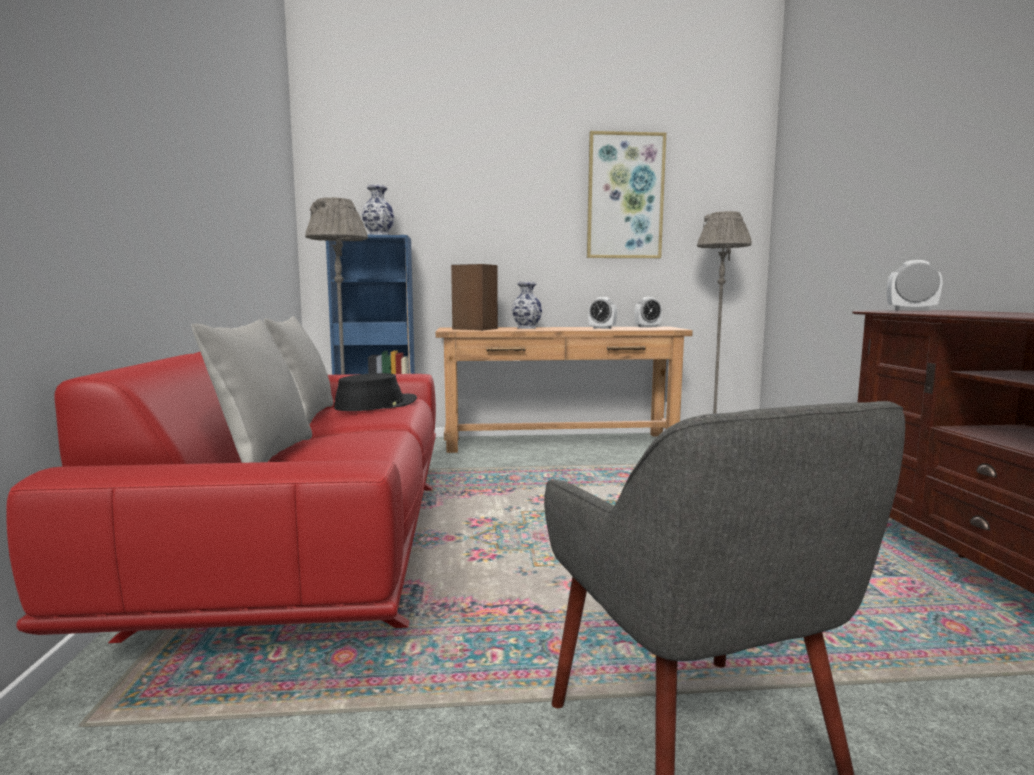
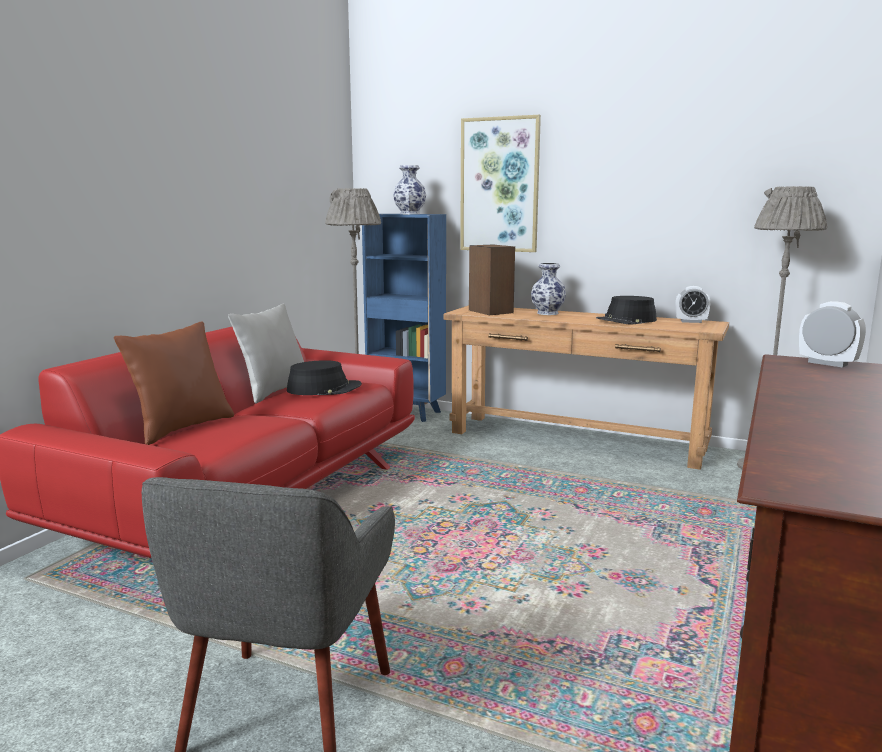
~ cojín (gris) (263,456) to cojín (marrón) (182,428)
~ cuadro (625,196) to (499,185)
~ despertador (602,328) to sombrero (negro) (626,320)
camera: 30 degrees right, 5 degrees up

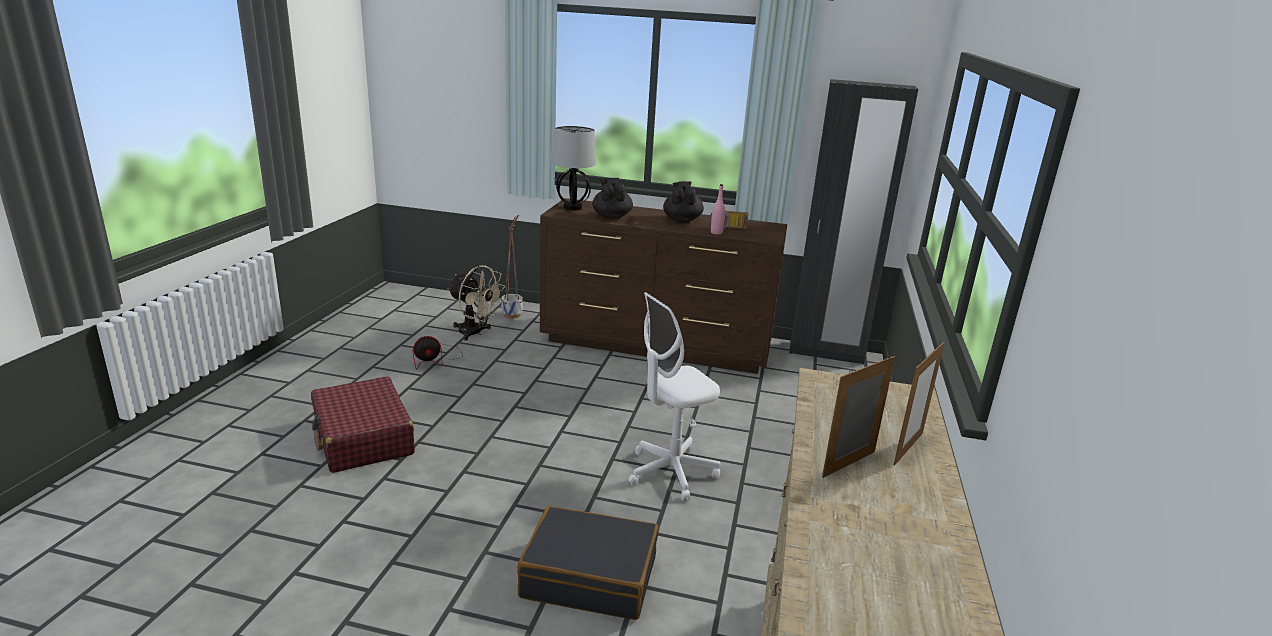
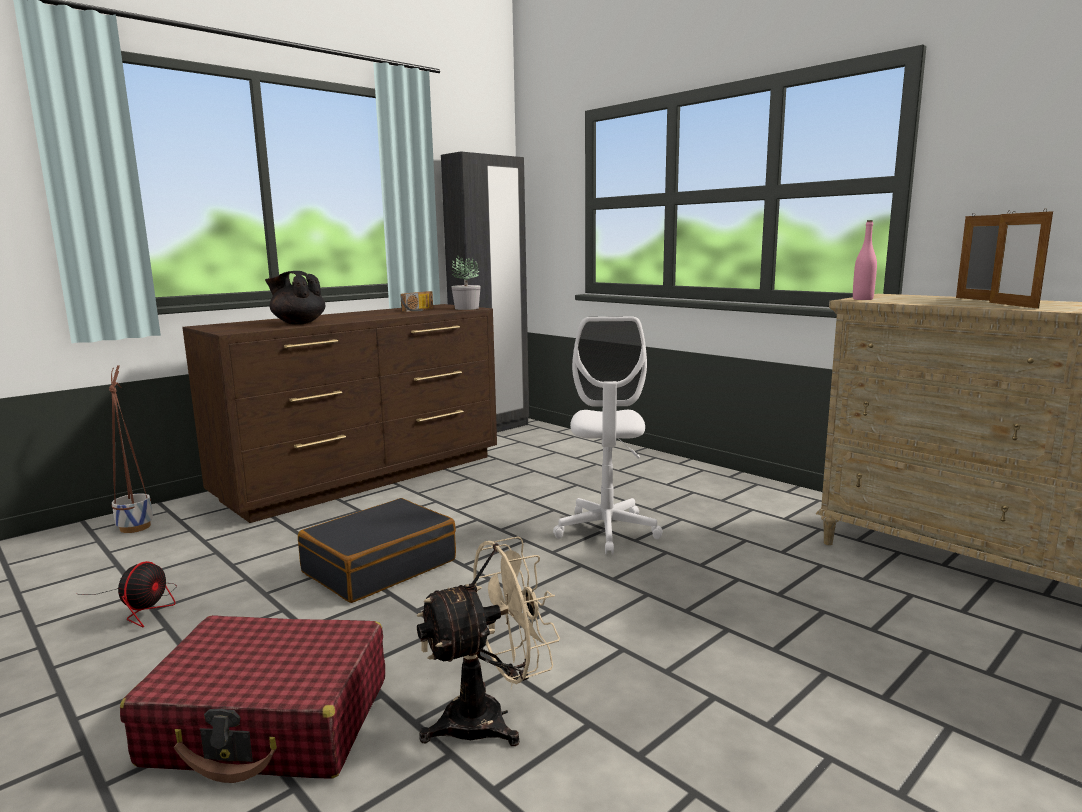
~ ventilador (beis) (475,333) to (490,718)
~ maleta (negro) (589,576) to (379,566)
- lámpara de mesa (572,208)
- tetera (negro) (682,220)
~ botella (rosa) (716,233) to (862,299)
+ planta en maceta (466,308)
camera: 55 degrees left, 10 degrees down

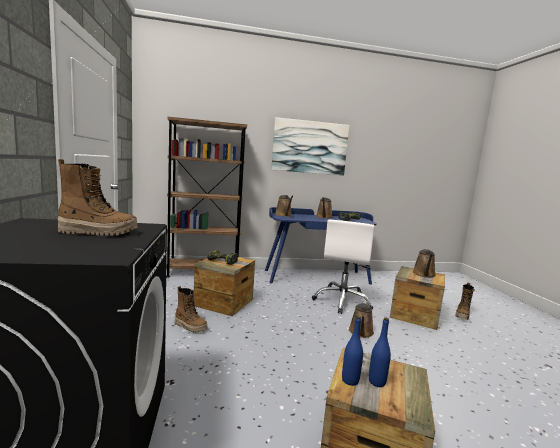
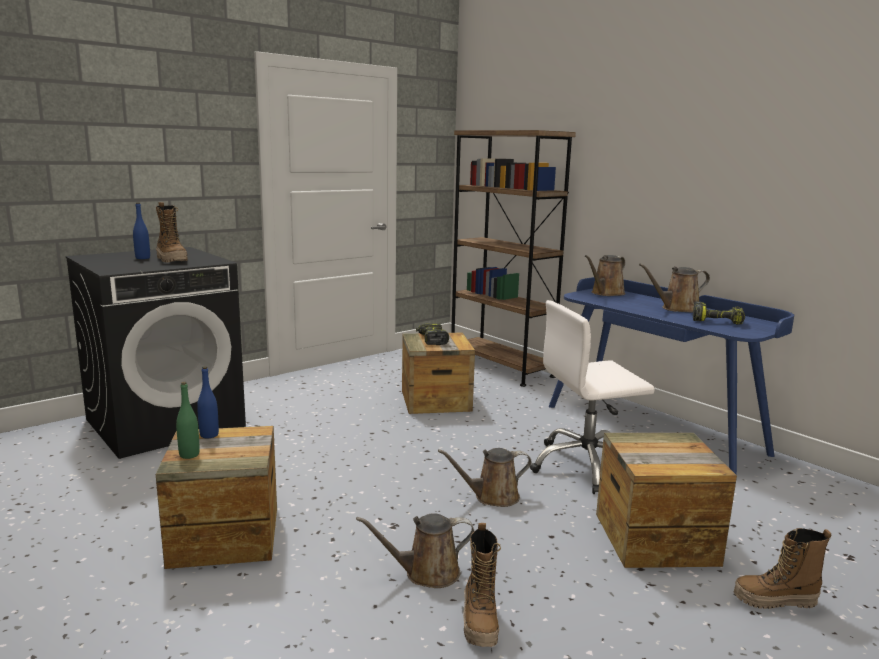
~ bota (190,326) to (480,621)
- cuadro (310,147)
~ botella (azul) (377,382) to (142,258)
~ regadera (marrón) (424,274) to (426,573)
+ botella (verde) (189,455)
camera: 60 degrees right, 5 degrees up

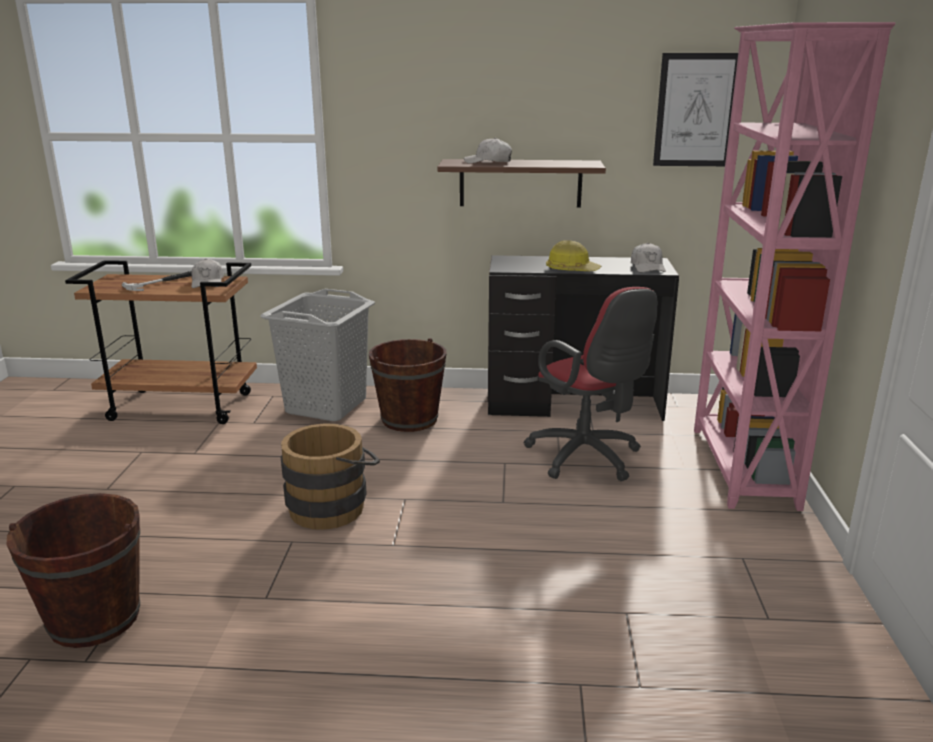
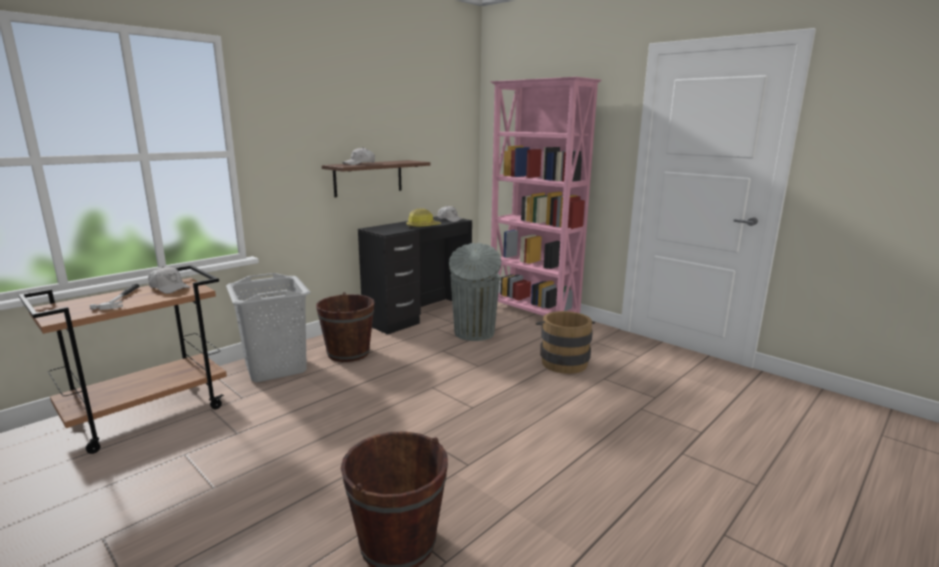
~ cubo (marrón) (333,506) to (563,361)
~ silla de oficina (rojo) (588,459) to papelera (gris) (474,333)
- cuadro (696,110)
camera: 50 degrees left, 5 degrees down

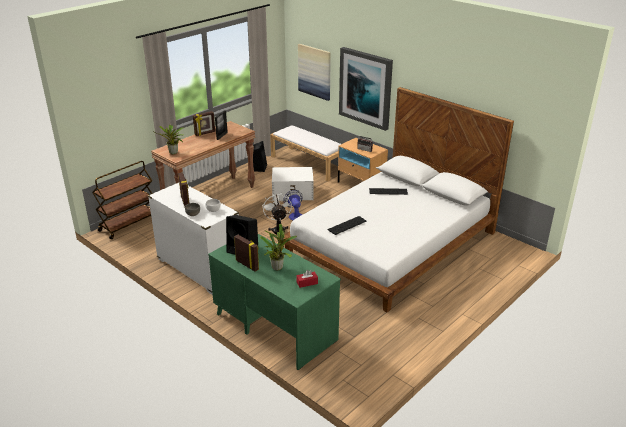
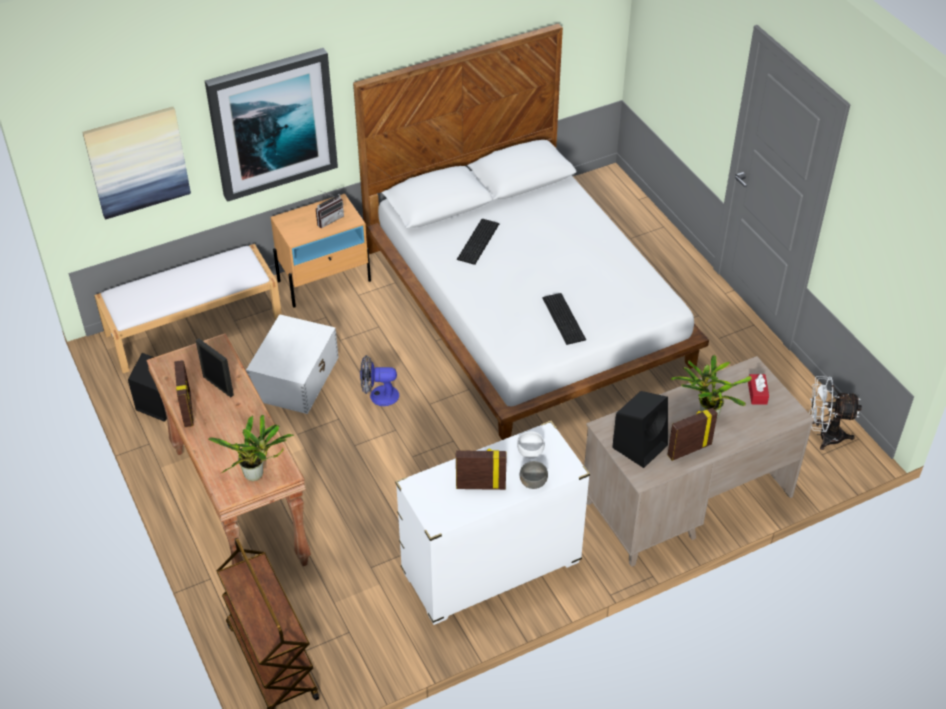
~ escritorio (verde) (274,326) to escritorio (beis) (686,501)
~ ventilador (blanco) (278,229) to (824,435)
camera: 70 degrees left, 15 degrees up

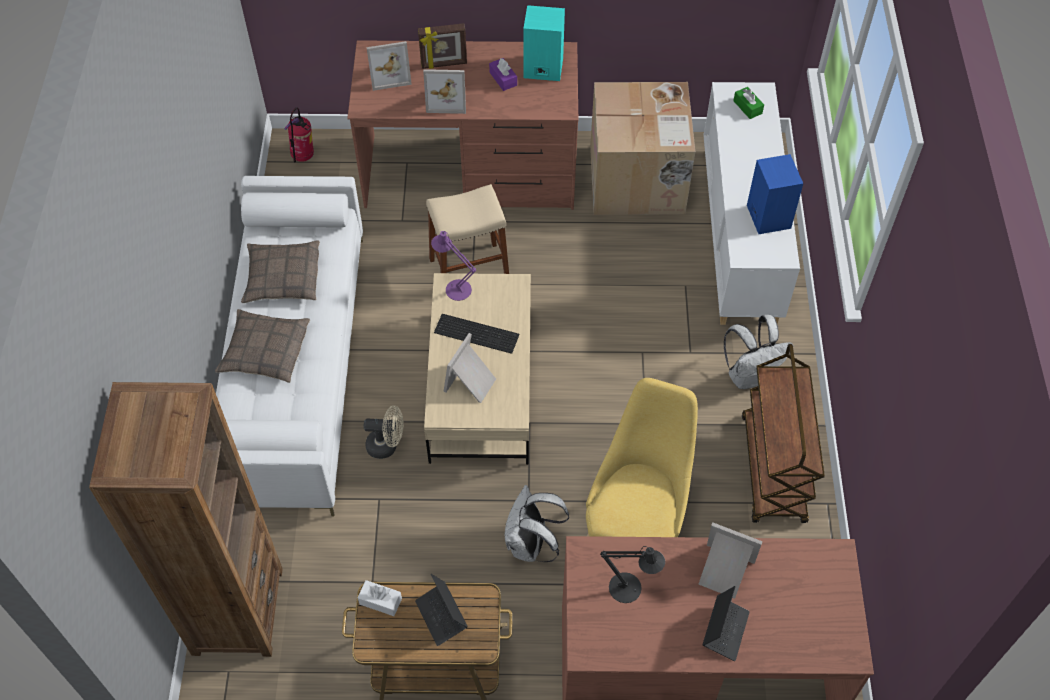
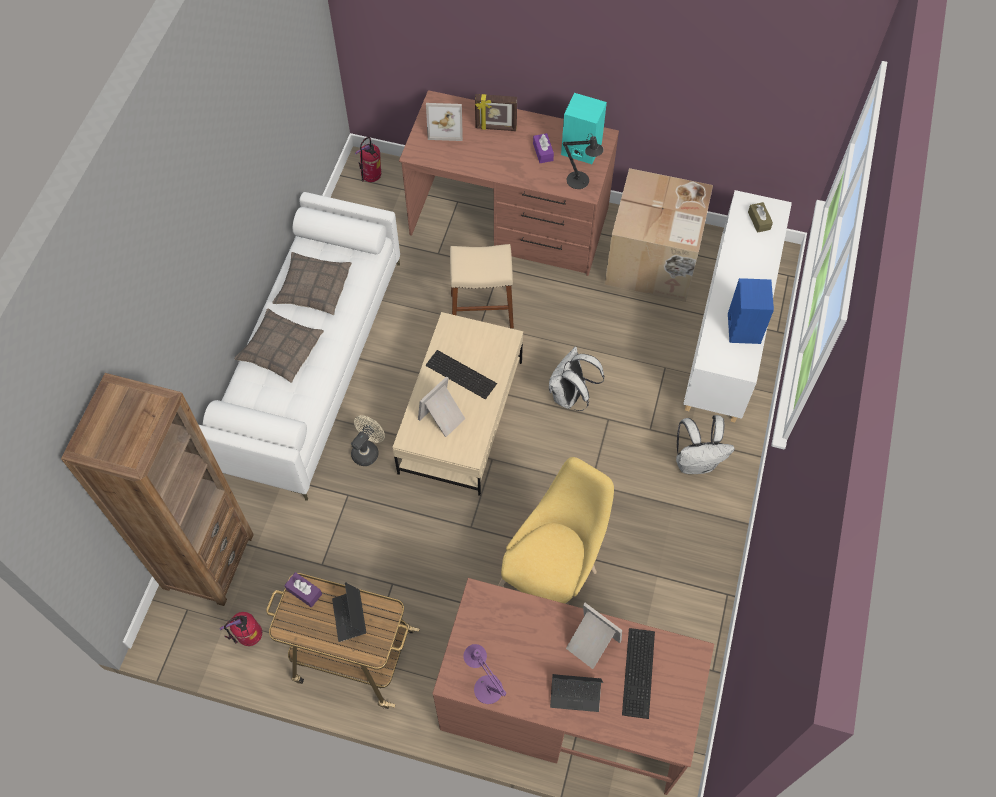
~ caja de pañuelos (blanco) (380,601) to caja de pañuelos (morado) (304,592)
~ ventilador (beis) (387,445) = (367,450) 75 degrees counterclockwise
- portarretratos (447,99)
~ lámpara de mesa (morado) (455,288) to (485,686)
~ mochila (blanco) (531,545) to (570,396)
~ lámpara de mesa (negro) (630,589) to (580,181)
~ portátil (725,630) = (575,694) 60 degrees clockwise
~ caja de pañuelos (verde) (747,107) to caja de pañuelos (marrón) (759,221)
- carrito (marrón) (773,470)
+ extintor (250,638)
+ teclado (640,672)
camera: 15 degrees right, 5 degrees up

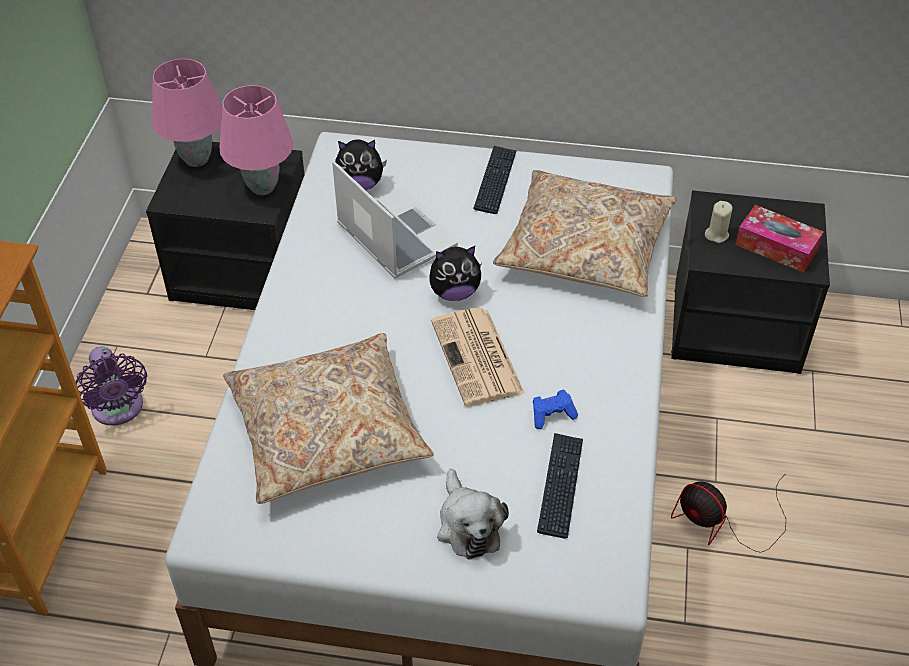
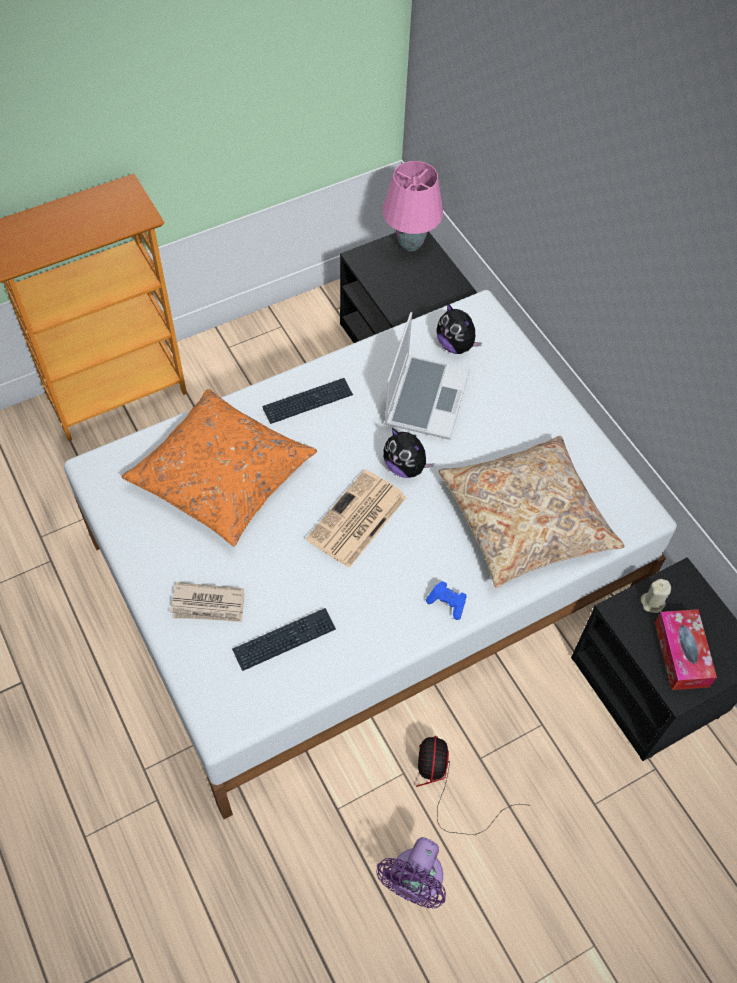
~ ventilador (morado) (118,410) to (414,881)
- lámpara de mesa (rosa) (262,187)
~ cojín (beis) (327,430) to cojín (naranja) (222,475)
~ peluche (468,525) to periódico (208,605)
~ teclado (495,180) to (308,402)
~ mando de consola (azul) (552,415) to (447,603)
camera: 50 degrees right, 10 degrees up

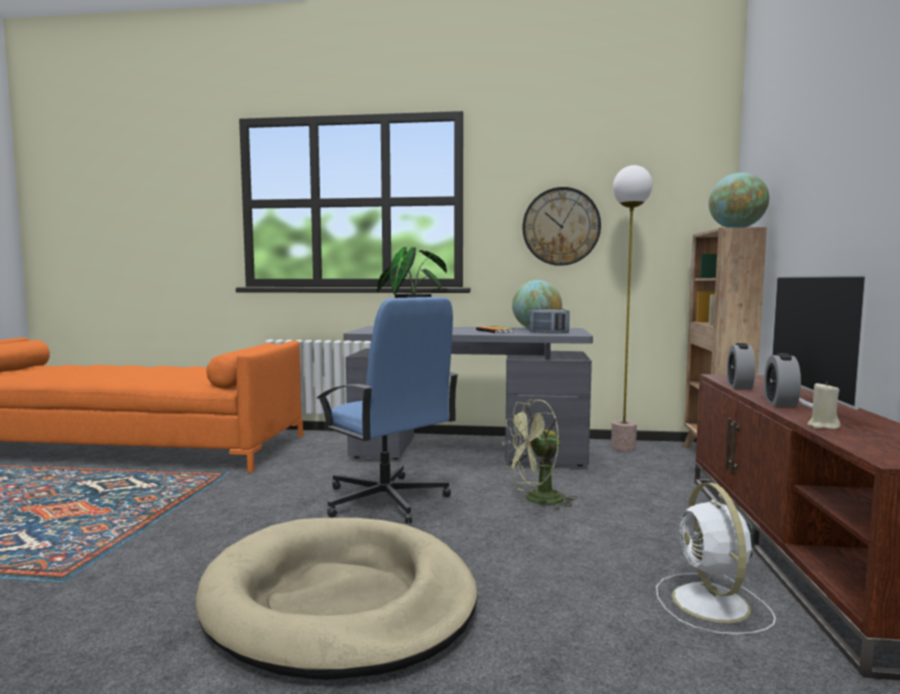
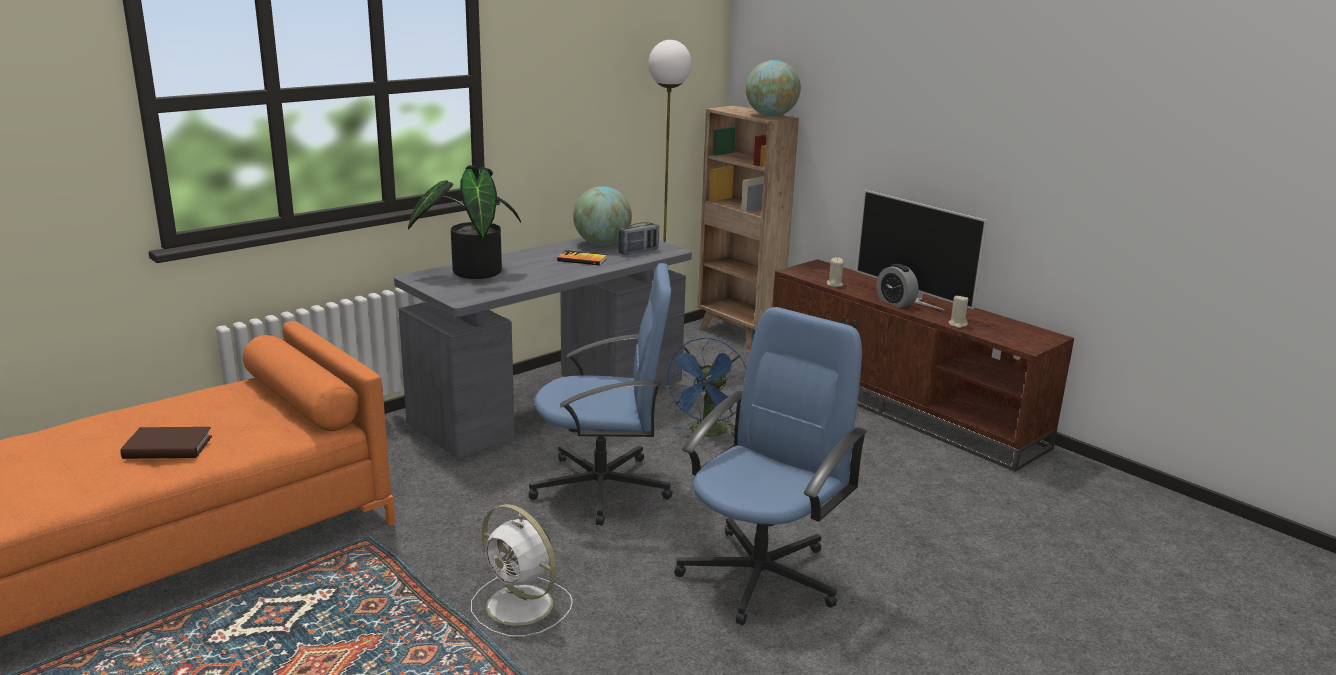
~ cama para perro (beis) (339,601) to silla de oficina (azul) (761,575)
~ ventilador (verde) (537,500) to ventilador (azul) (707,433)
- reloj de pared (561,226)
~ ventilador (blanco) (712,604) to (522,606)
~ despertador (739,386) to vela (beis) (834,284)
+ libro (marrón) (167,448)
camera: 50 degrees left, 15 degrees up

